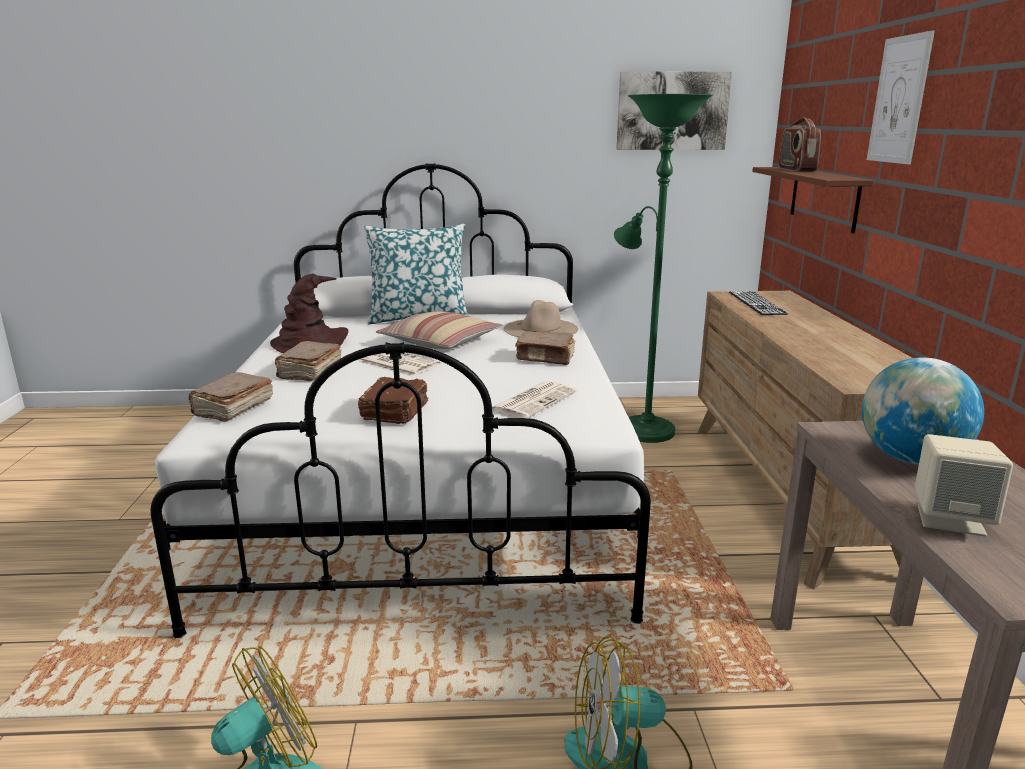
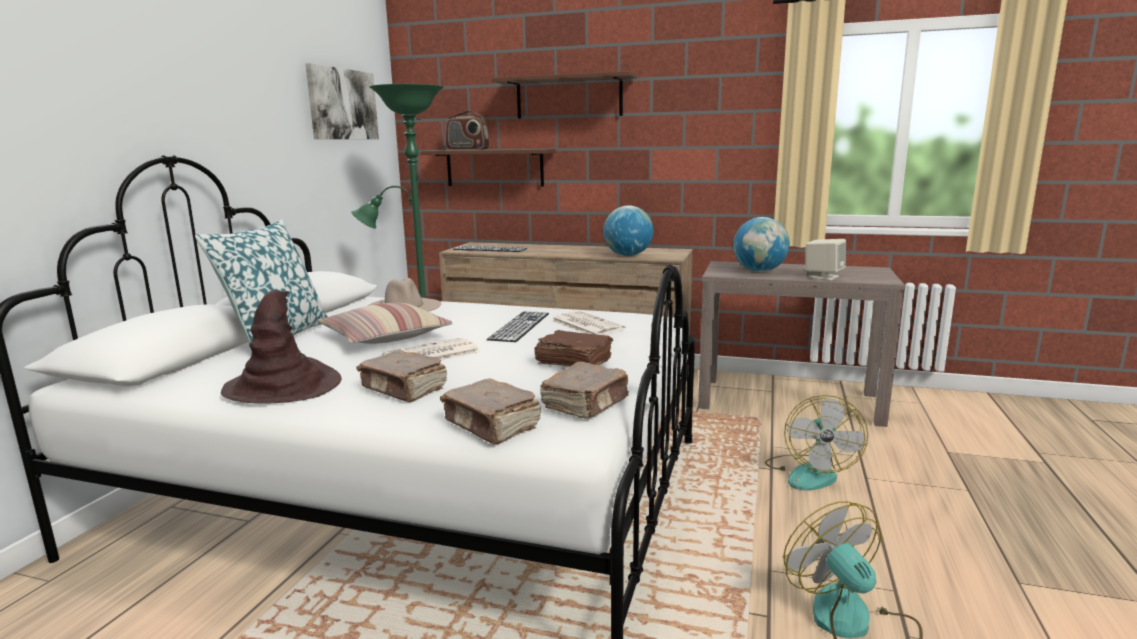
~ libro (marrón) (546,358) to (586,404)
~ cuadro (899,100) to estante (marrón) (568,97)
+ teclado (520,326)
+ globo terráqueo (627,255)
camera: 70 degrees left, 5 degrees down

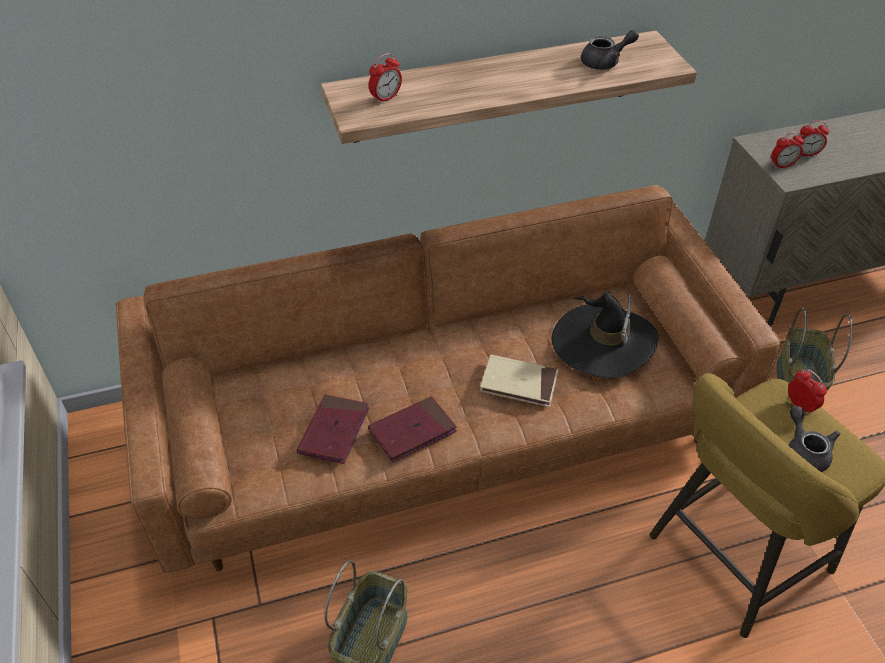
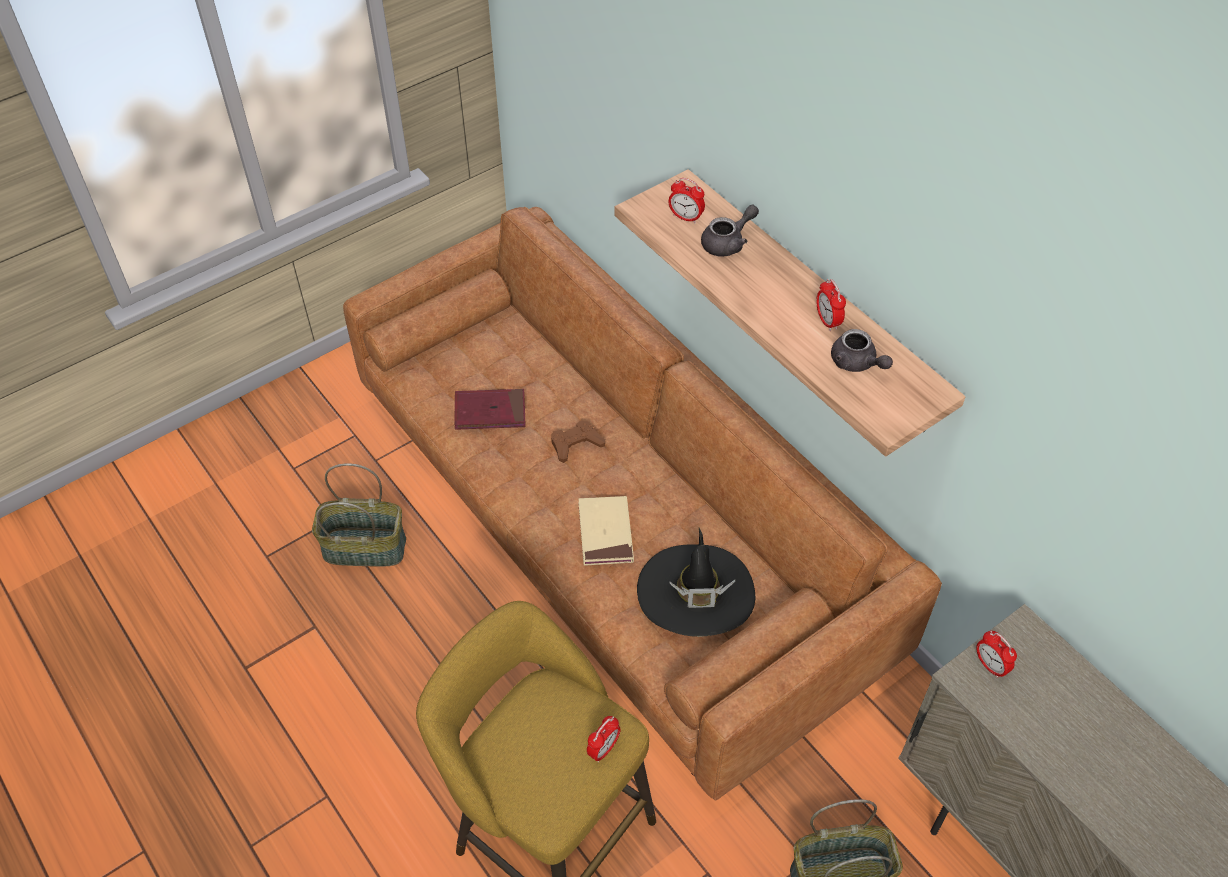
- libro (rojo) (412,431)
~ tetera (gris) (805,451) to (728,243)
~ despertador (806,154) to (827,321)
+ mando de consola (marrón) (576,444)
camera: 70 degrees right, 5 degrees up

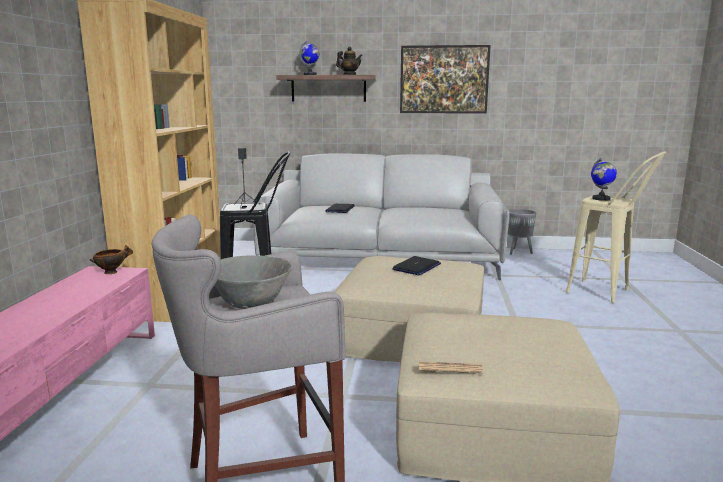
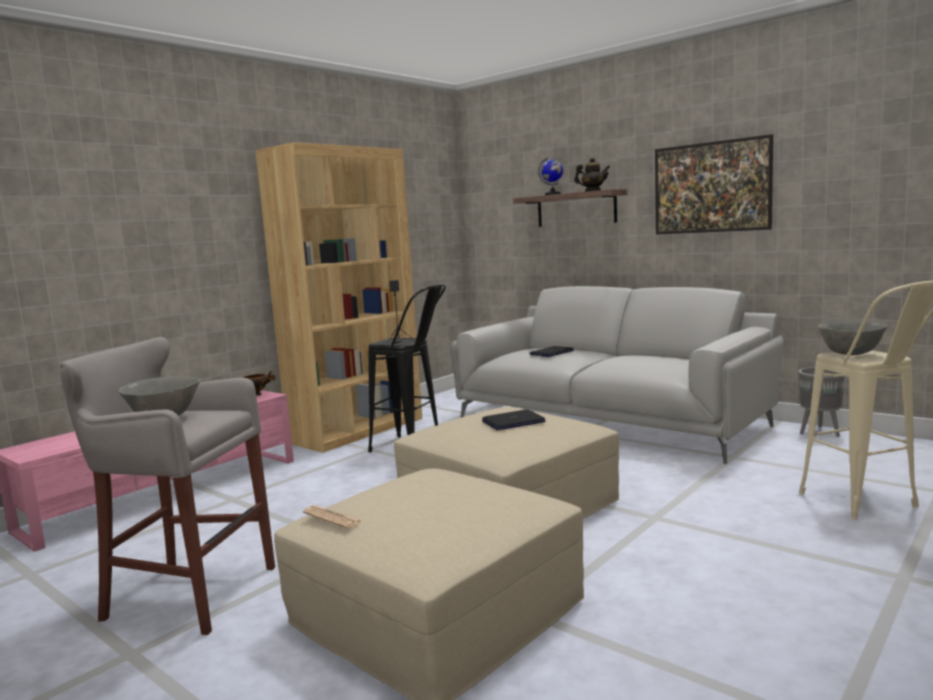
~ globo terráqueo (601,199) to cuenco (gris) (851,354)
camera: 35 degrees right, 5 degrees down

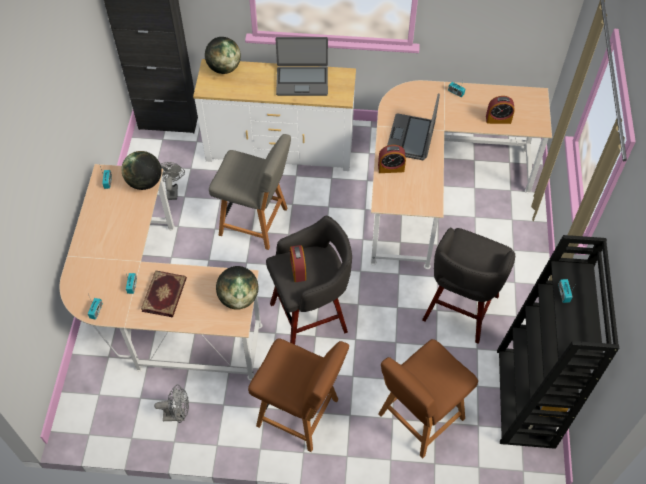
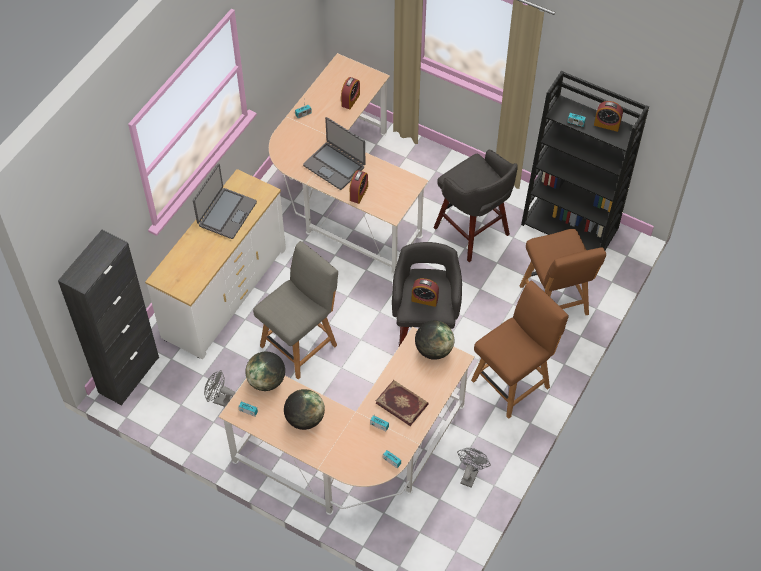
~ globo terráqueo (224,68) to (305,419)
+ despertador (607,124)
camera: 65 degrees left, 0 degrees up

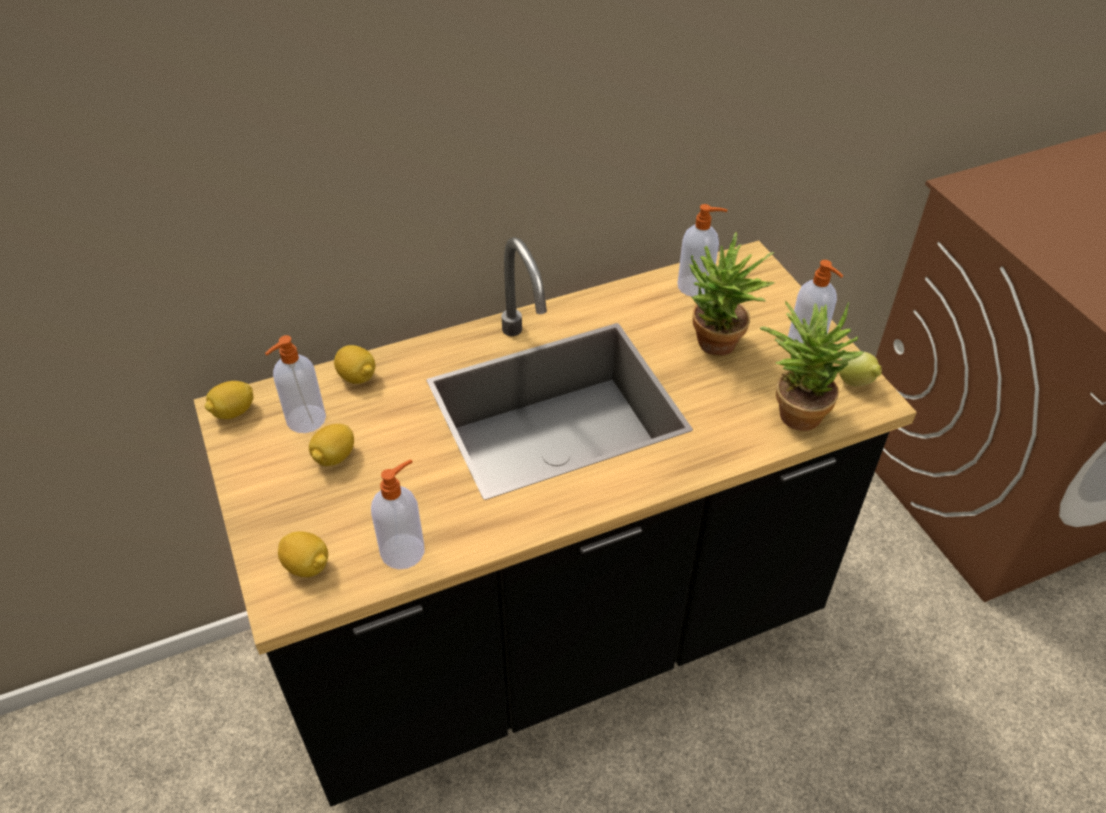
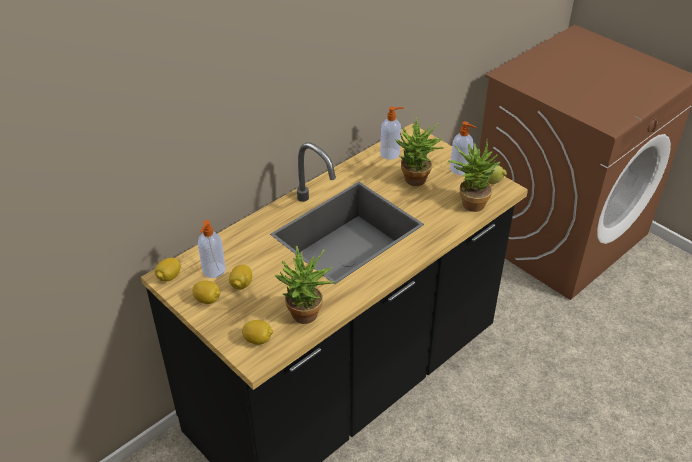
~ limón (357,377) to (207,299)
~ dispensador de jabón (404,550) to planta en maceta (306,318)
camera: 20 degrees left, 5 degrees down

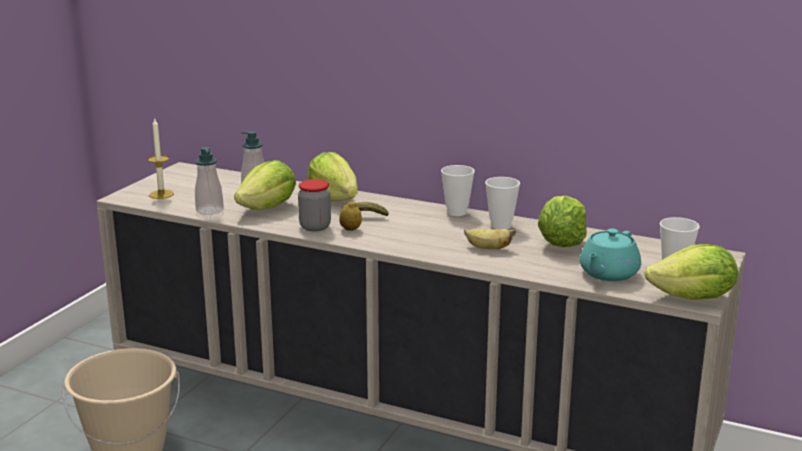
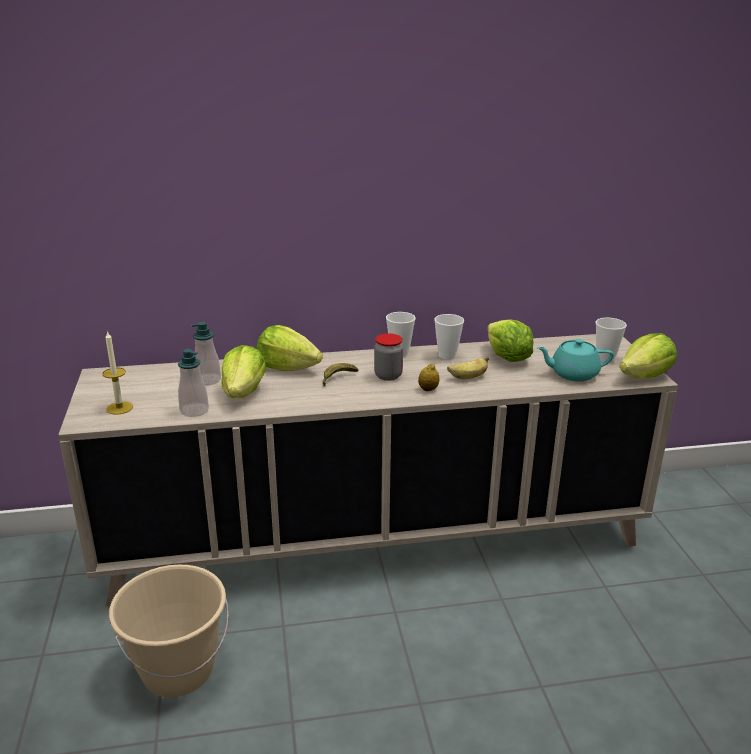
~ tarro (315,227) to (388,375)
~ limón (350,229) to (428,389)
~ tetera (turquesa) (608,274) = (572,374) 90 degrees clockwise
camera: 35 degrees left, 5 degrees up

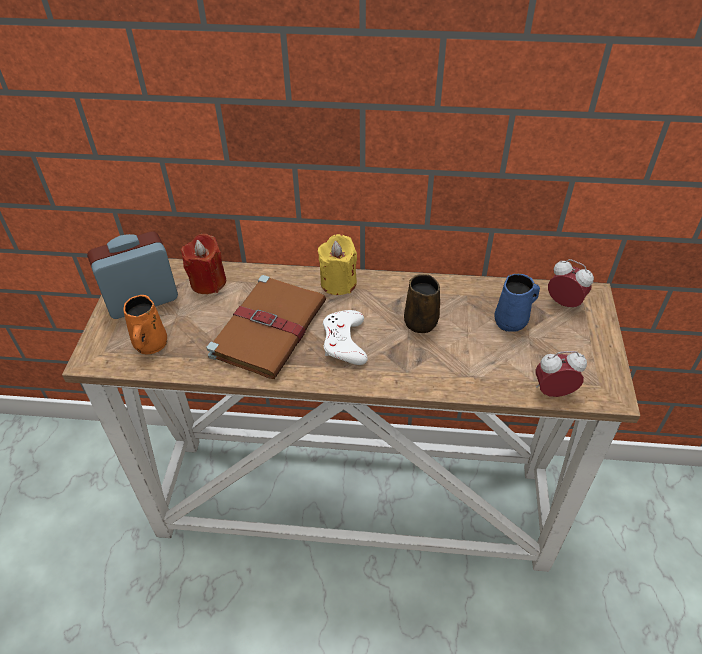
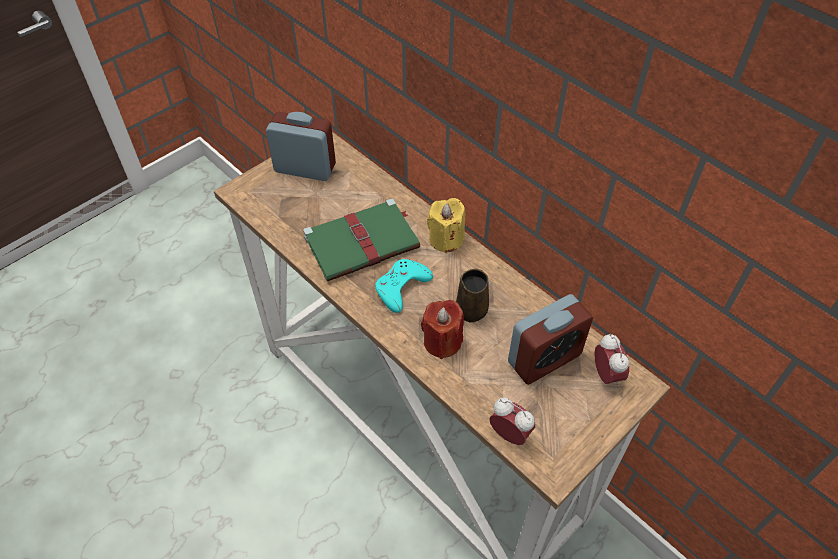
- taza grande (naranja) (150,345)
~ vela (rojo) (208,282) to (442,342)
~ libro (marrón) (270,327) to libro (verde) (363,242)
~ mando de consola (blanco) (344,342) to mando de consola (turquesa) (401,287)
~ taza grande (azul) (512,321) to despertador (544,359)
camera: 40 degrees right, 5 degrees up

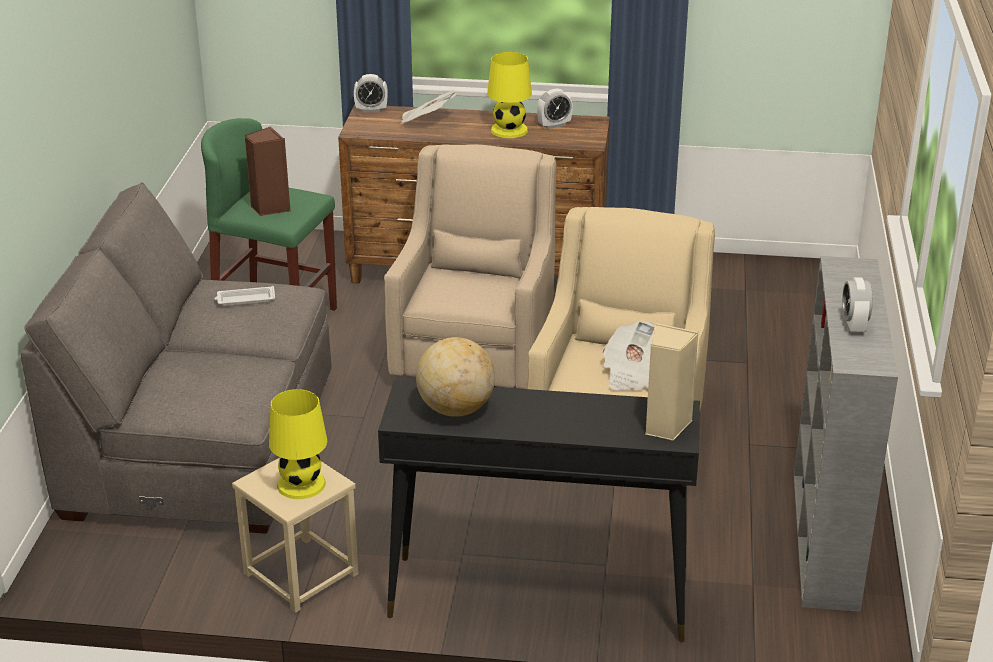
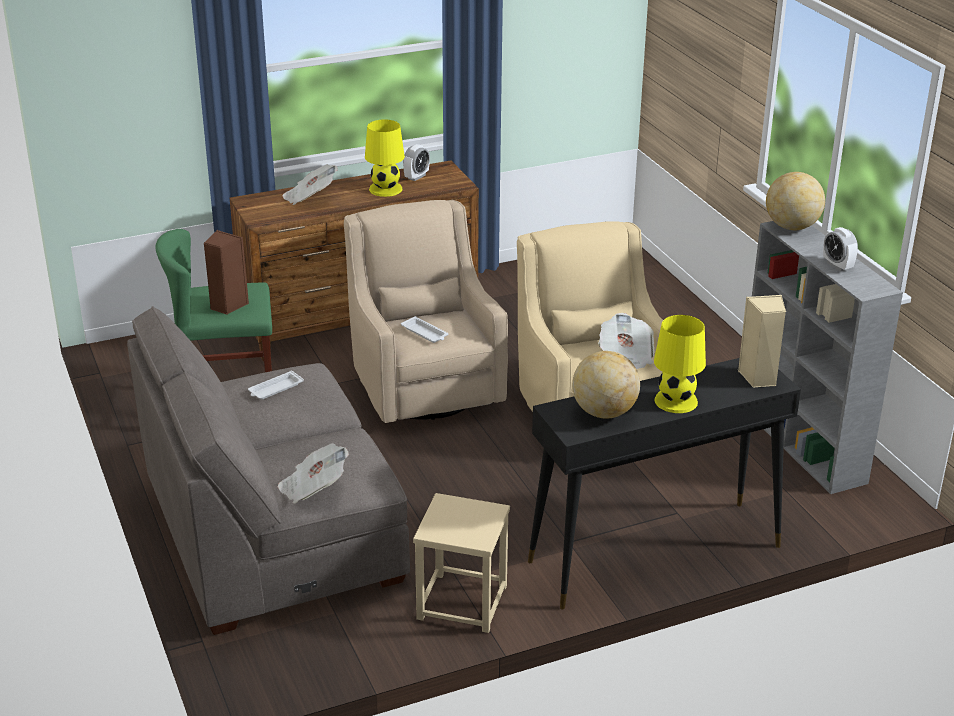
~ lámpara de mesa (amarillo) (301,483) to (676,400)
- despertador (371,110)
+ periódico (313,488)
+ bandeja (blanco) (425,333)
+ globo terráqueo (791,227)
camera: 30 degrees left, 0 degrees up

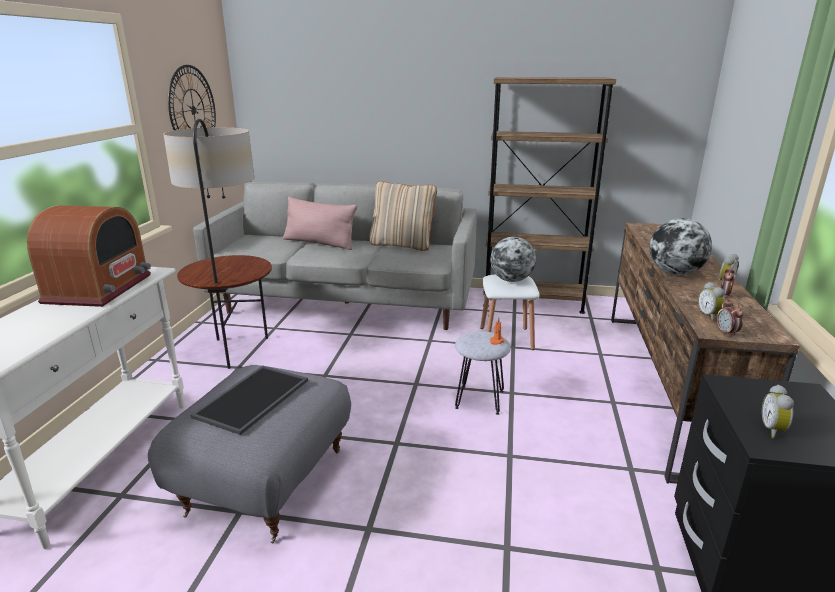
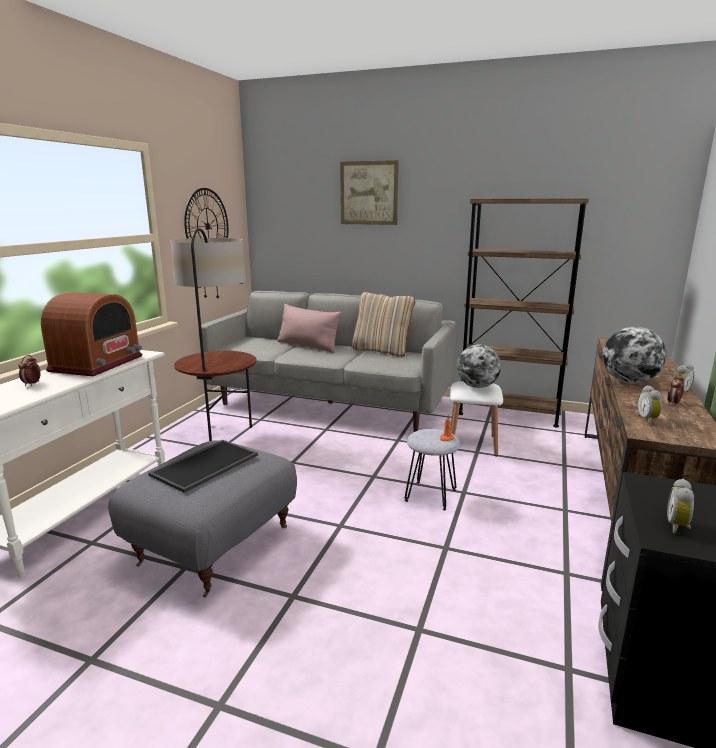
~ despertador (726,333) to (32,384)
+ cuadro (369,193)
camera: 10 degrees right, 5 degrees down

